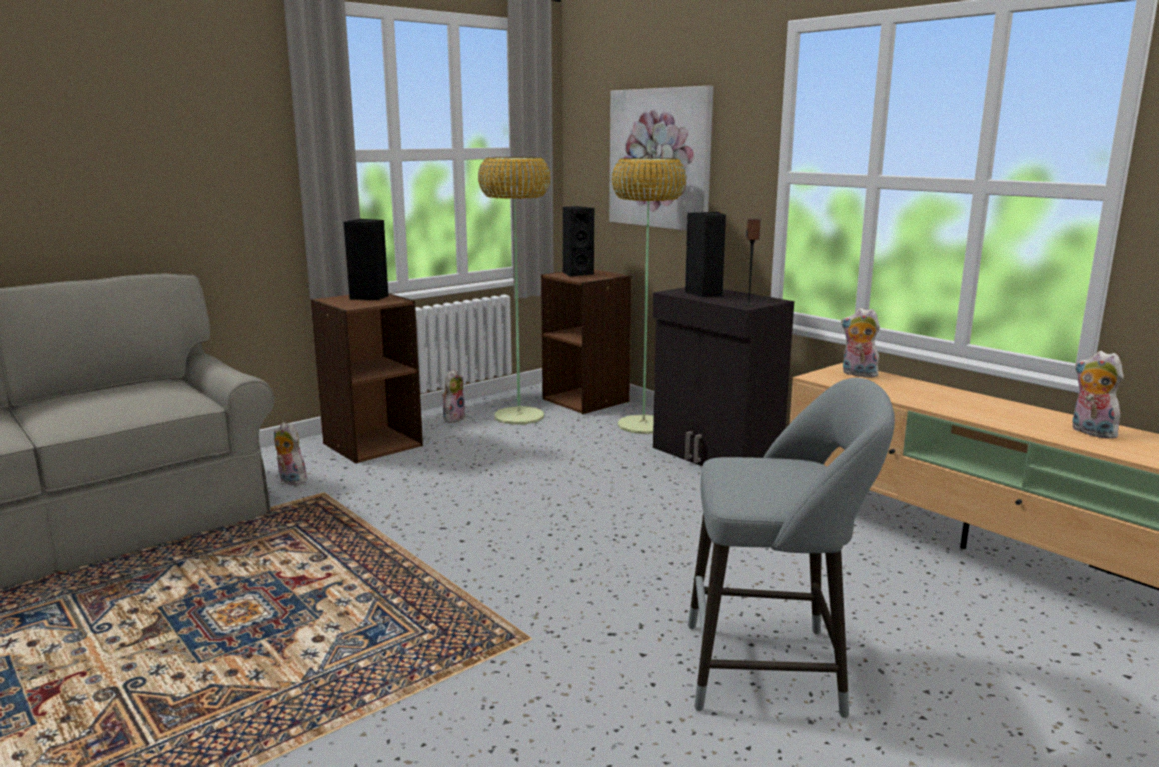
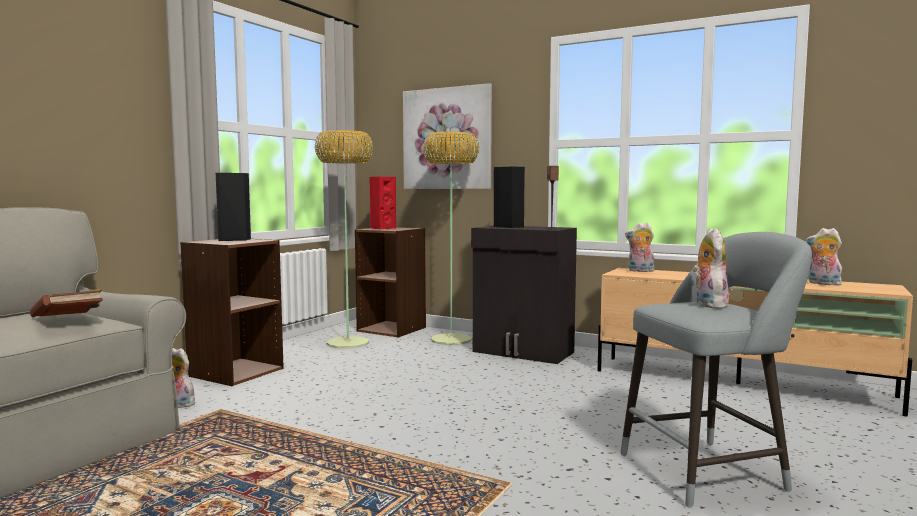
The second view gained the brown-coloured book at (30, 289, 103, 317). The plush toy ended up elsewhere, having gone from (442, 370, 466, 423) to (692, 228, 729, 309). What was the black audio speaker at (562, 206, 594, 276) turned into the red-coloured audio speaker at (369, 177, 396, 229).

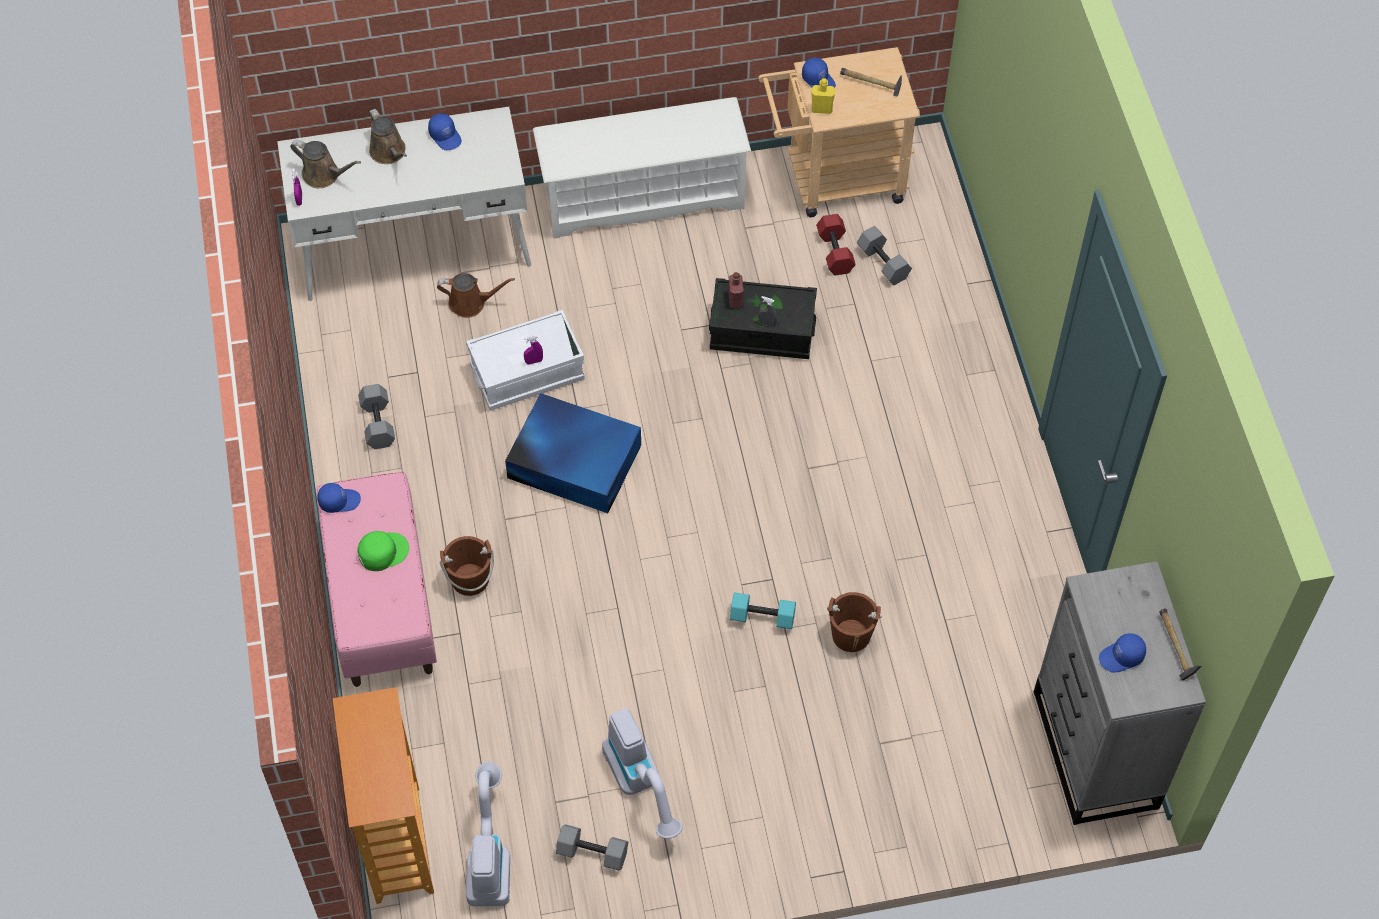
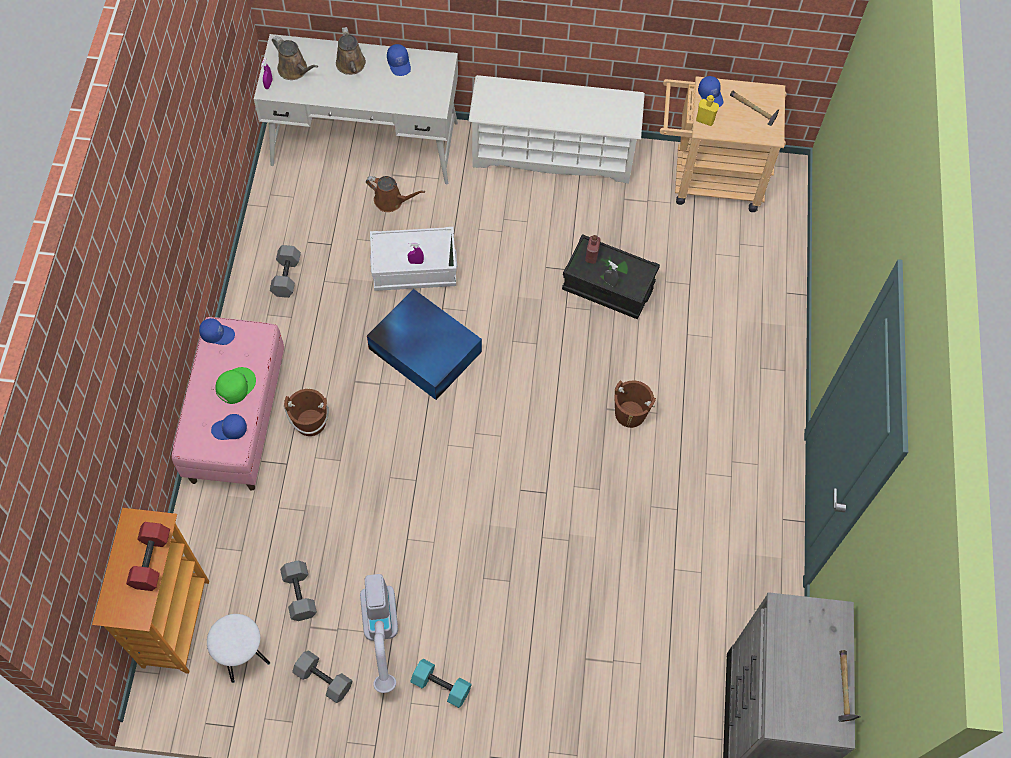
The blue-green dumbbell ended up elsewhere, having gone from (730, 592, 796, 629) to (410, 659, 472, 708). The red-coloured dumbbell ended up elsewhere, having gone from (816, 214, 856, 276) to (126, 522, 170, 591). The brown-coloured pail ended up elsewhere, having gone from (827, 592, 882, 652) to (614, 380, 656, 428). The grey dumbbell ended up elsewhere, having gone from (857, 226, 912, 285) to (280, 560, 317, 621). The blue baseball cap ended up elsewhere, having gone from (1099, 633, 1146, 673) to (211, 414, 247, 440). Where the vacuum cleaner stood at (466, 762, 510, 906), the white stool came to stand at (207, 614, 270, 683). The green-coloured baseball cap at (357, 531, 409, 571) ended up facing another way, 45 degrees counterclockwise from before.

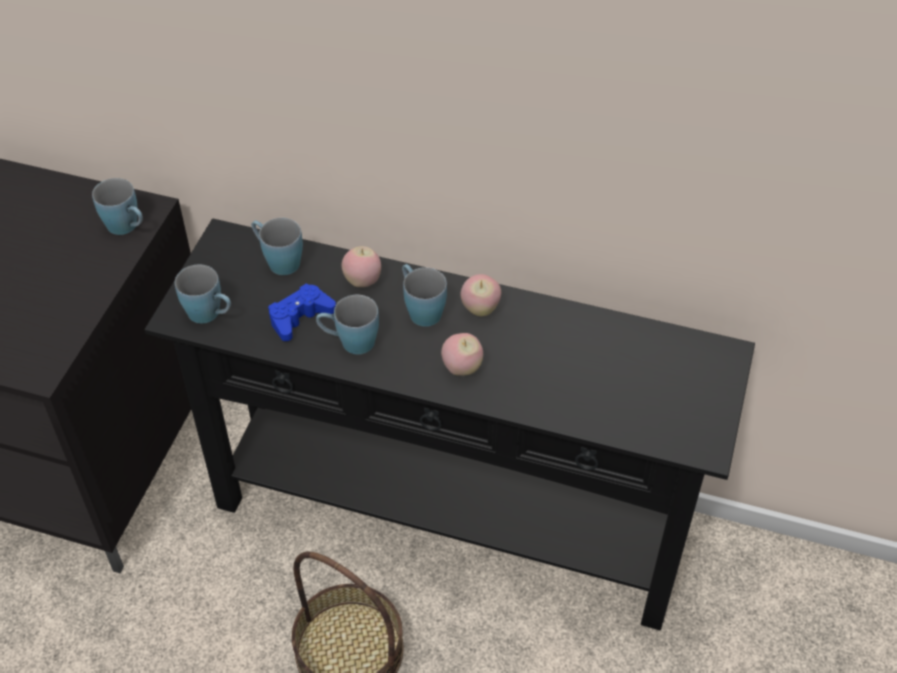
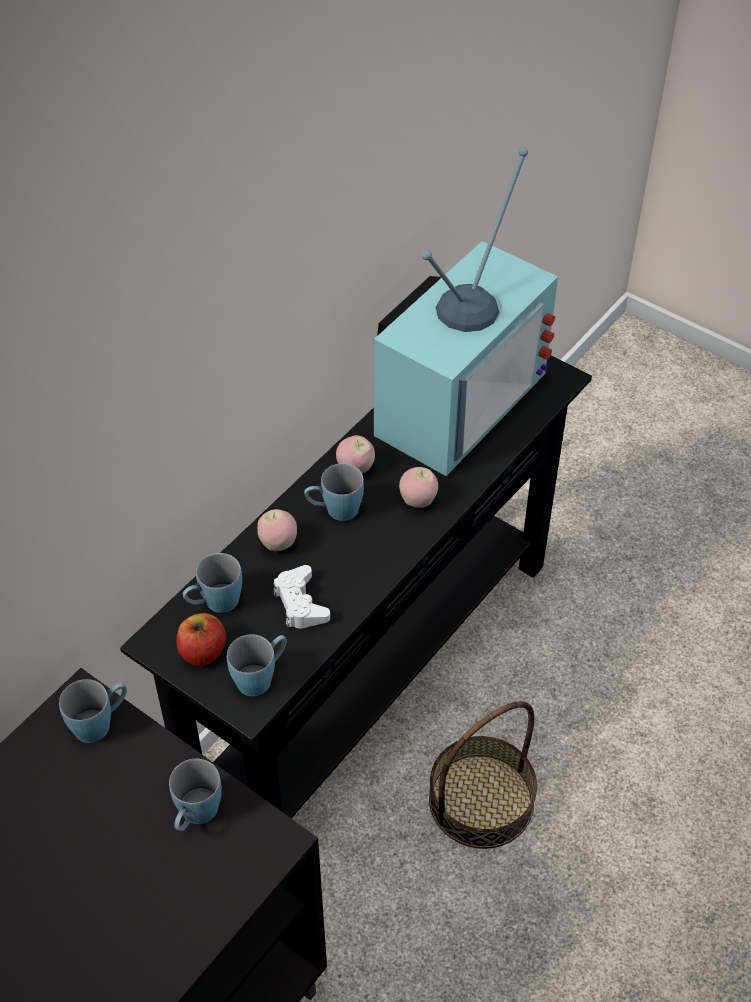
The second view gained the whole apple at (176, 613, 226, 666). The second view gained the TV at (374, 147, 558, 476). The blue coffee mug ended up elsewhere, having gone from (316, 295, 379, 355) to (169, 759, 222, 831). What was the blue gamepad at (268, 283, 336, 341) turned into the white gamepad at (273, 565, 330, 629).

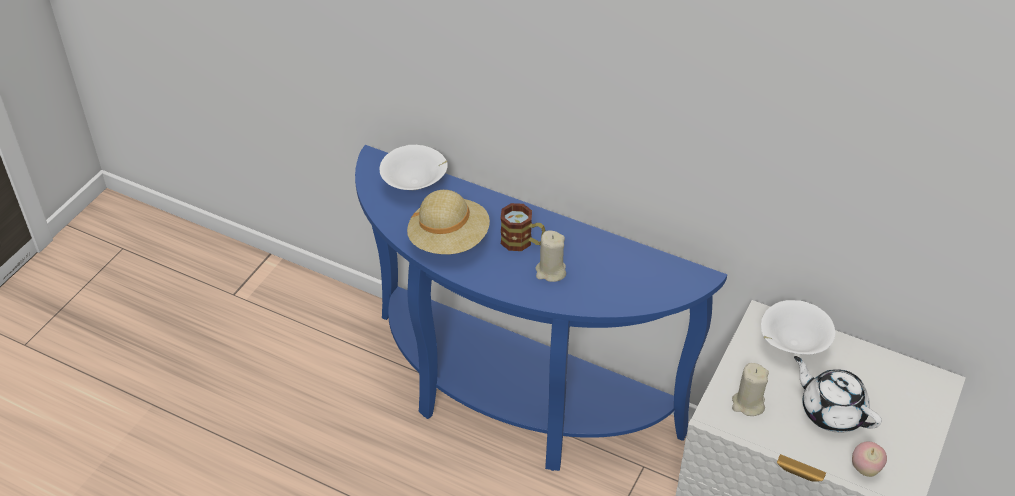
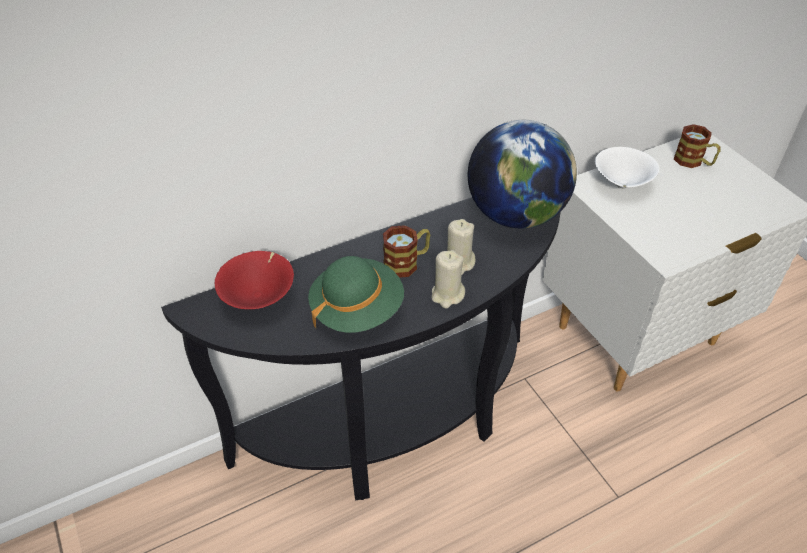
The second view lost the white teapot at (794, 356, 882, 433). The second view lost the whole apple at (852, 442, 887, 477). The second view gained the world globe at (468, 120, 577, 228). The second view gained the coffee mug at (674, 124, 720, 168). The beige wax light ended up elsewhere, having gone from (732, 363, 769, 416) to (432, 250, 465, 308). What was the blue narrow table at (355, 145, 727, 471) turned into the black narrow table at (161, 197, 561, 500). What was the white serving bowl at (380, 145, 448, 190) turned into the red-coloured serving bowl at (215, 251, 294, 309). What was the beige hat at (407, 190, 490, 254) turned into the green-coloured hat at (308, 256, 404, 333).

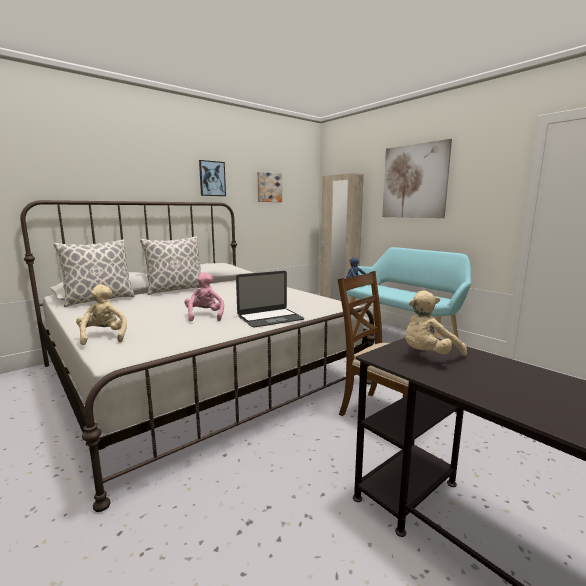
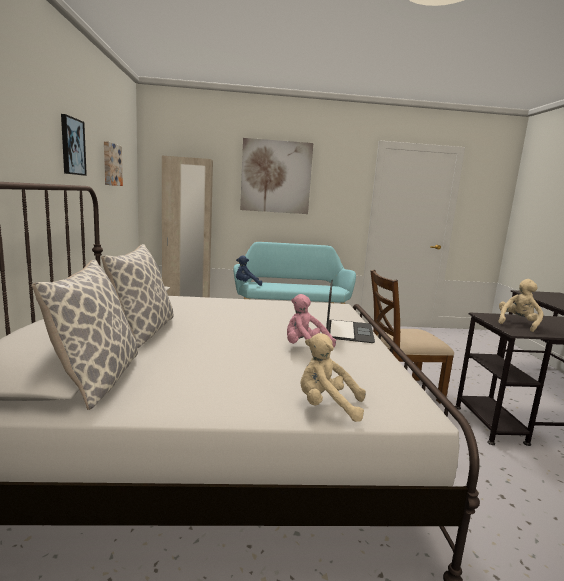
The beige plush toy at (405, 291, 467, 356) ended up facing another way, 150 degrees counterclockwise from before.

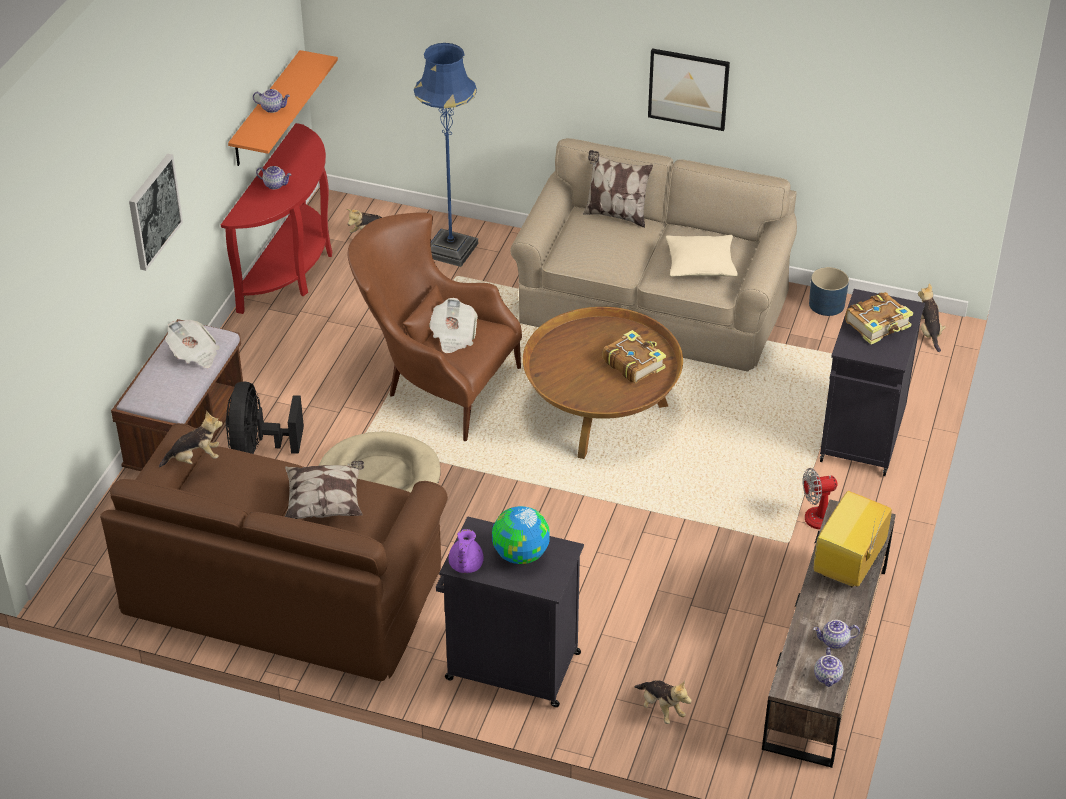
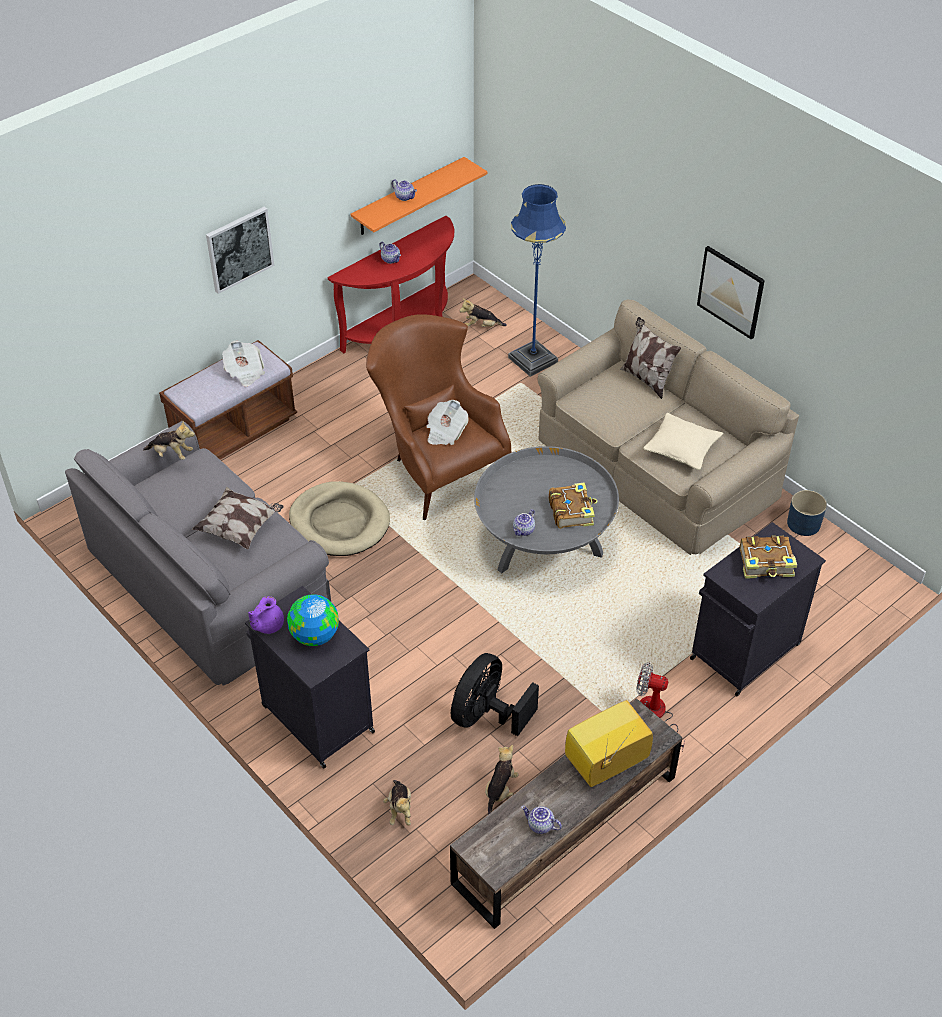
The black cooling fan ended up elsewhere, having gone from (226, 382, 304, 454) to (451, 653, 539, 736). The teapot ended up elsewhere, having gone from (814, 647, 843, 687) to (513, 509, 535, 536). The plush toy ended up elsewhere, having gone from (918, 283, 946, 352) to (485, 745, 519, 815). What was the brown-coloured settee at (100, 423, 448, 681) turned into the grey settee at (65, 421, 331, 685). What was the brown-coloured coffee table at (523, 307, 683, 459) turned into the grey coffee table at (474, 446, 619, 573).

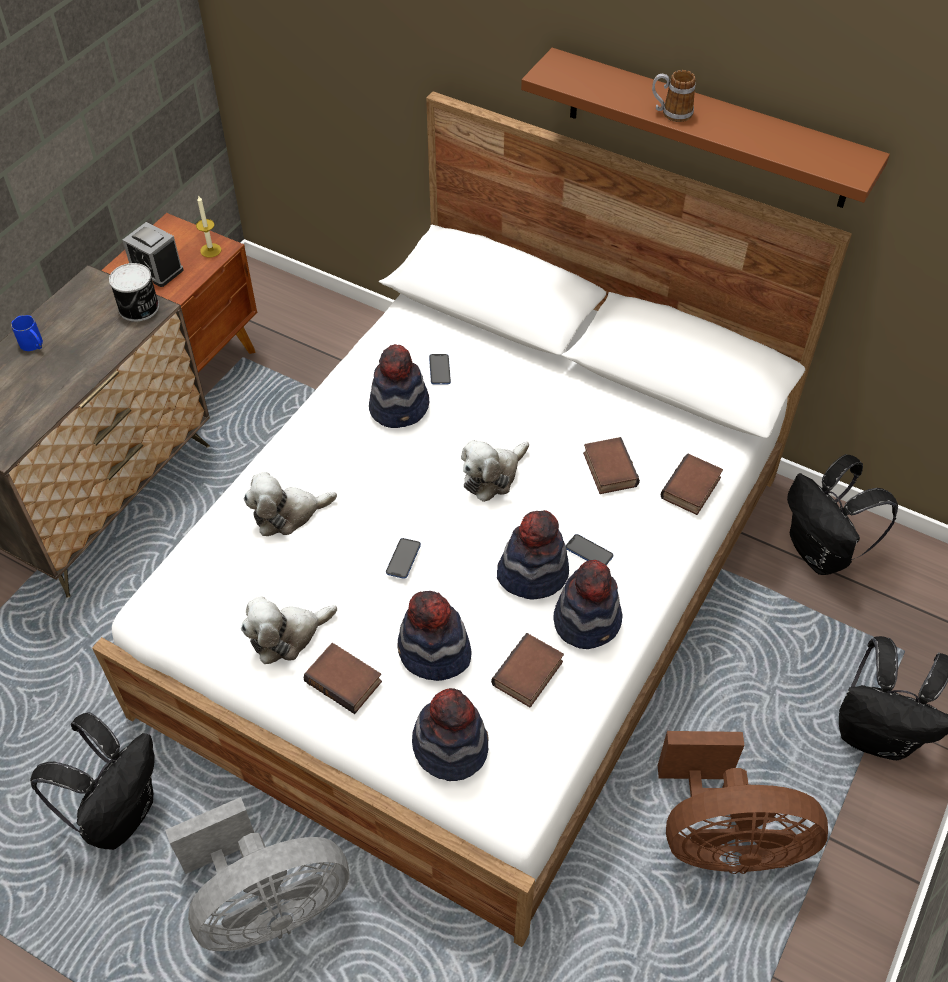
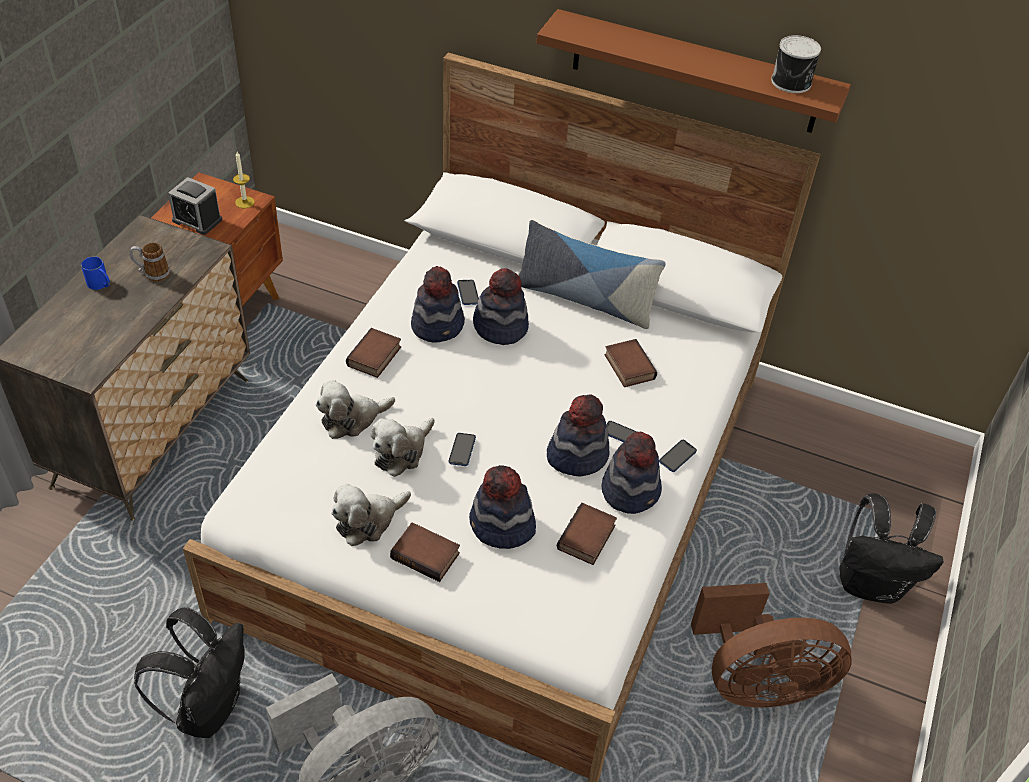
The second view lost the black backpack at (787, 454, 898, 575). The second view gained the throw pillow at (518, 220, 666, 329). The second view gained the phone at (659, 440, 697, 472). The can ended up elsewhere, having gone from (109, 263, 159, 322) to (771, 35, 821, 93). The hat ended up elsewhere, having gone from (412, 688, 489, 781) to (473, 268, 529, 345). The plush toy ended up elsewhere, having gone from (461, 440, 529, 502) to (370, 418, 435, 477). The coffee mug ended up elsewhere, having gone from (652, 70, 696, 122) to (129, 242, 170, 282). The book ended up elsewhere, having gone from (661, 453, 723, 515) to (346, 328, 401, 378).

